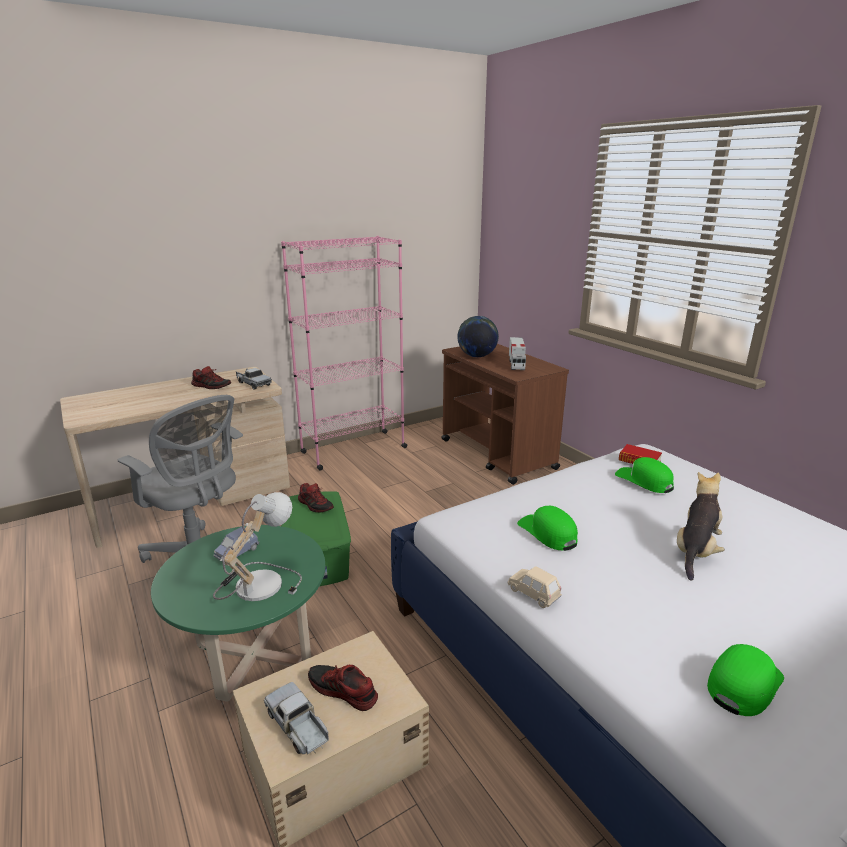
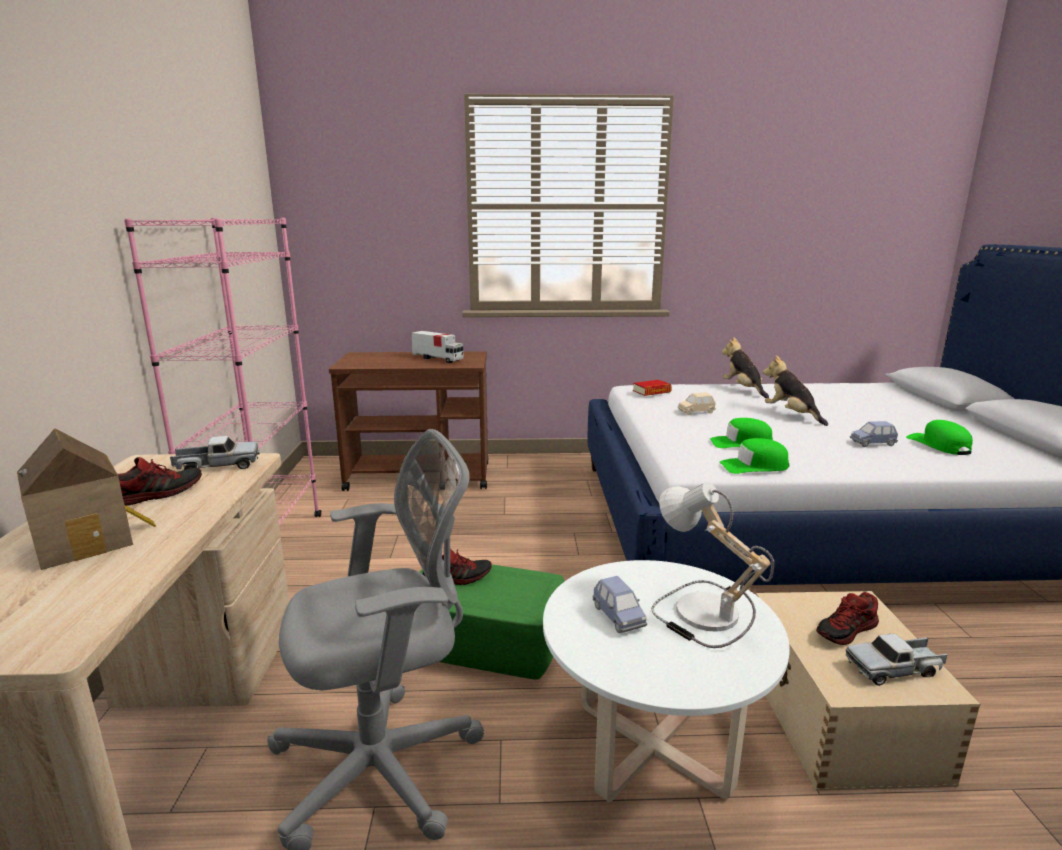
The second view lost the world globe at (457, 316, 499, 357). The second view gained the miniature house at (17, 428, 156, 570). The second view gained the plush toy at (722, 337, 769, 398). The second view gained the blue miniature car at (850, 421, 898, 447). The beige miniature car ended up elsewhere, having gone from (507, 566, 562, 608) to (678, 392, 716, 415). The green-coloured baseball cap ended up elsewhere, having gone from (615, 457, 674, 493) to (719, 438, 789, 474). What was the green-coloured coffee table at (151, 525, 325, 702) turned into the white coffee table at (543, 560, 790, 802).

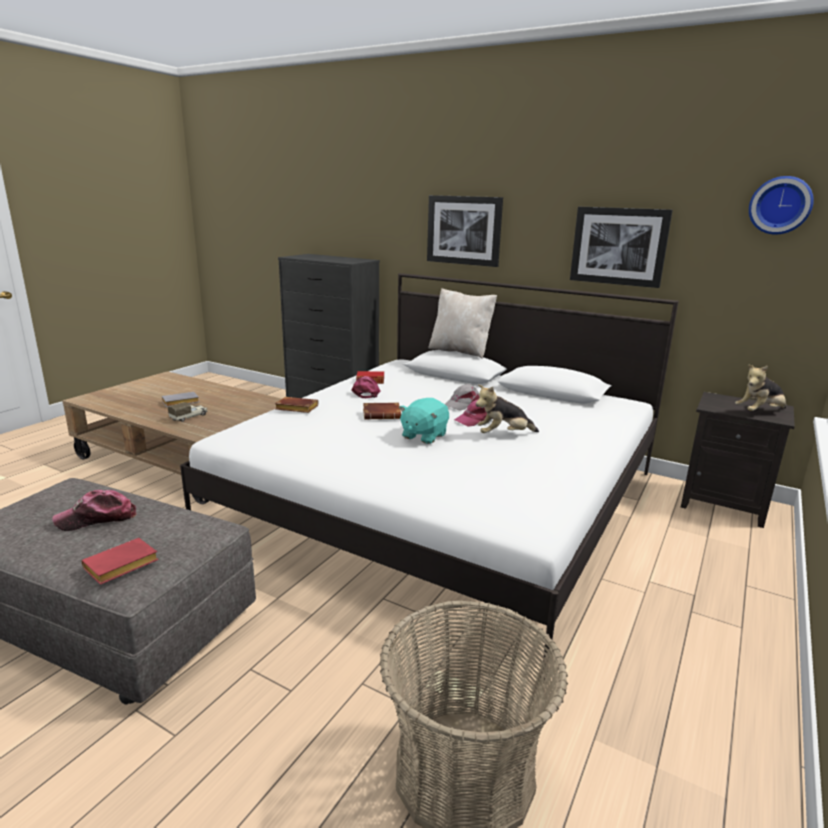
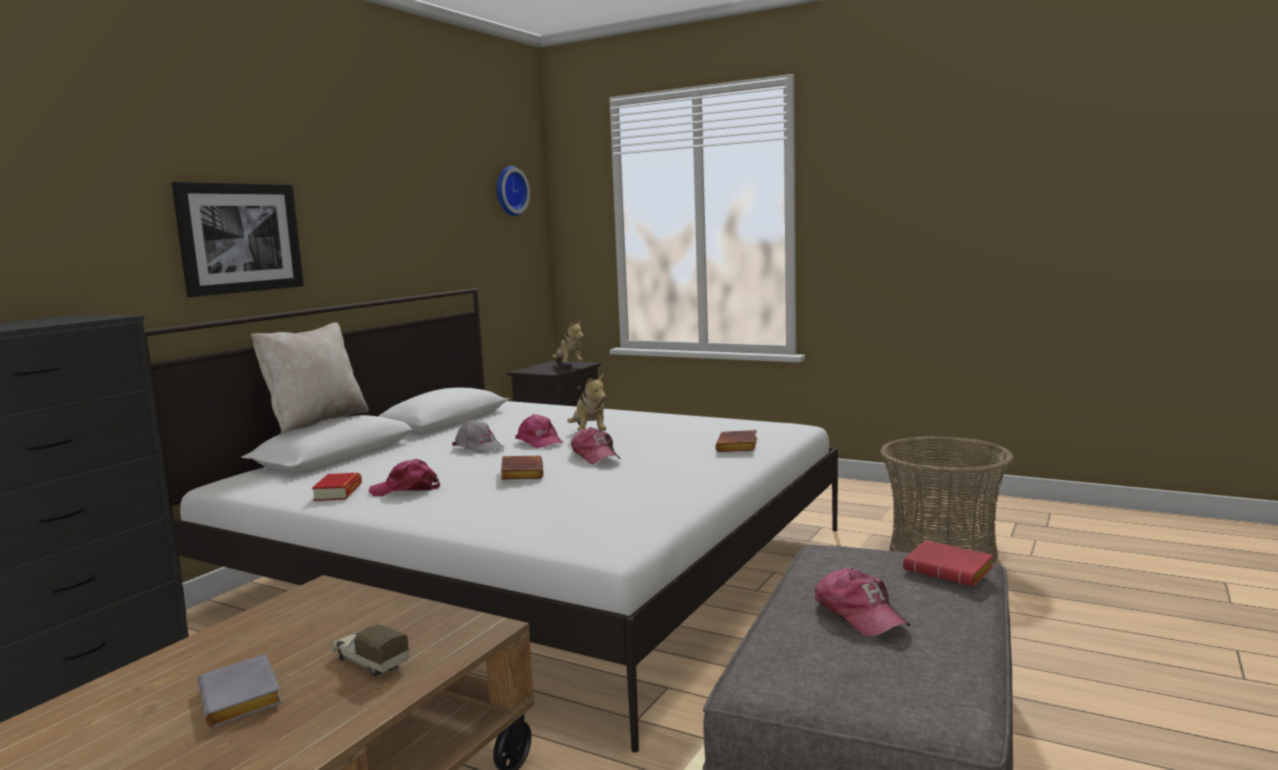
The second view lost the wall picture at (570, 207, 673, 288). The brown-coloured book ended up elsewhere, having gone from (275, 397, 318, 413) to (715, 430, 757, 452). Where the blue-green plush toy stood at (399, 398, 449, 444), the baseball cap came to stand at (571, 427, 621, 464).

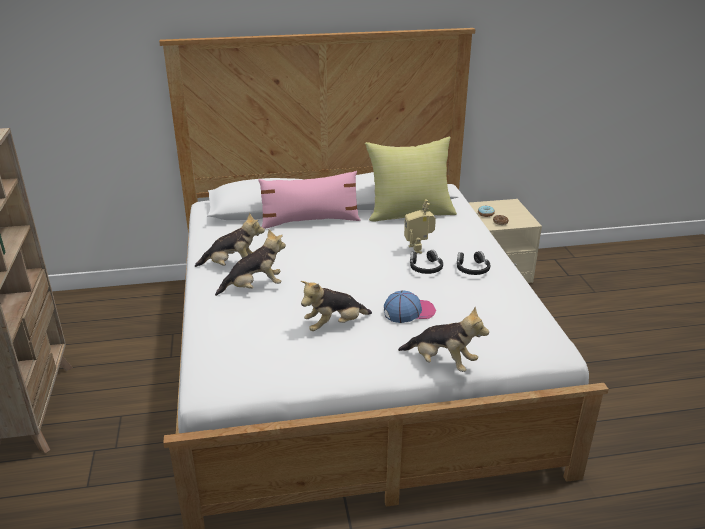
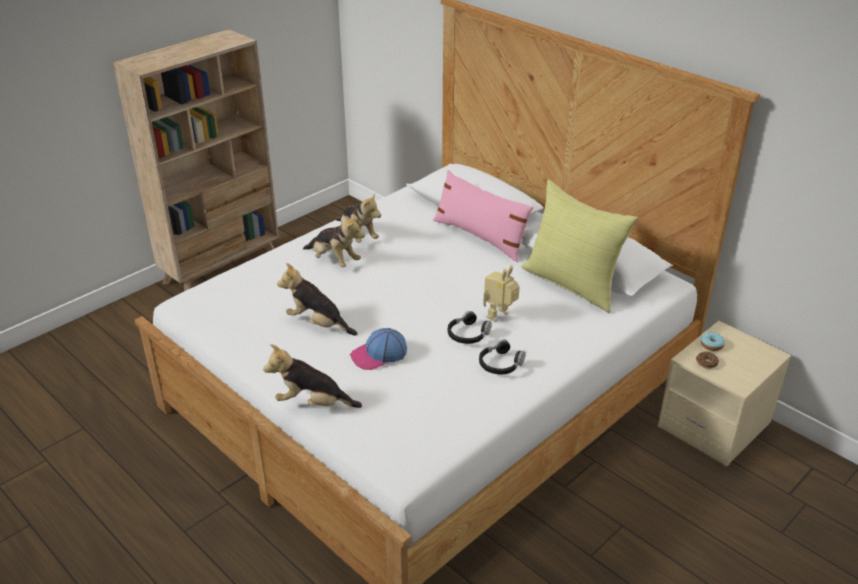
The baseball cap at (384, 290, 436, 323) ended up facing another way, 120 degrees clockwise from before. The plush toy at (398, 307, 489, 372) ended up facing another way, 105 degrees clockwise from before.

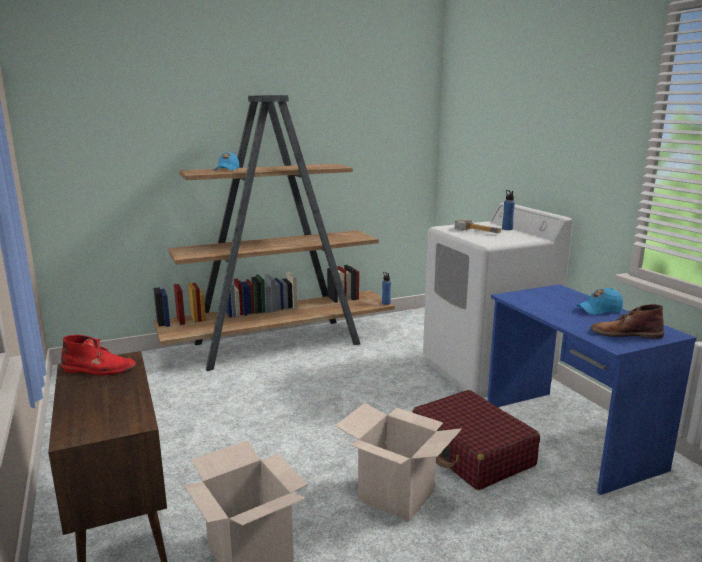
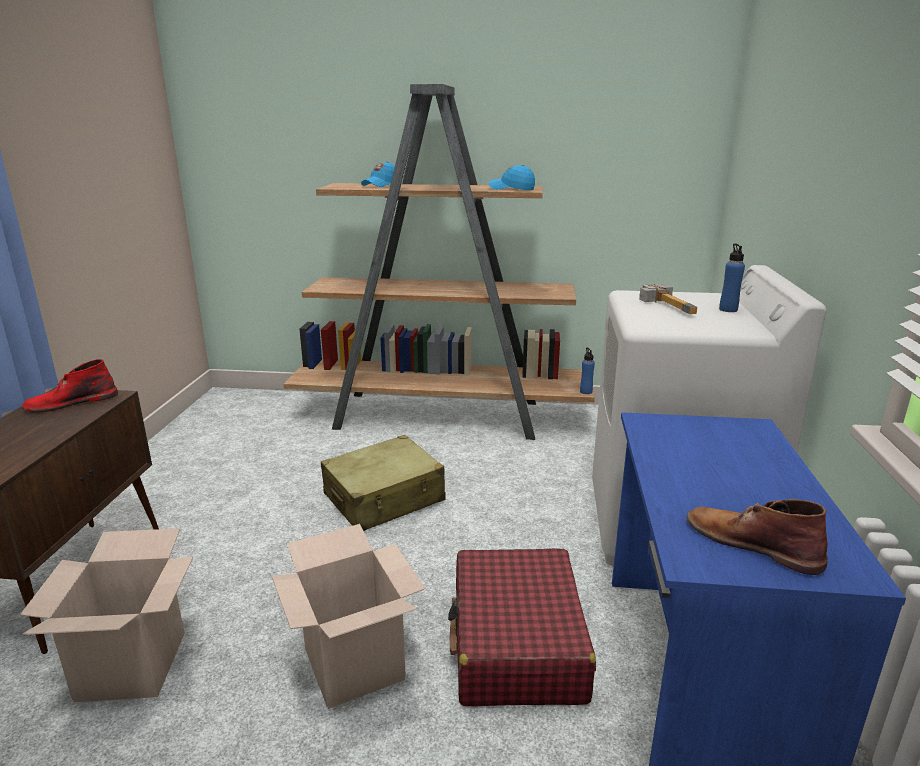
The second view gained the beige piece of luggage at (321, 435, 446, 531). The blue baseball cap ended up elsewhere, having gone from (576, 288, 623, 315) to (489, 165, 535, 190). The red-coloured high-top boot at (60, 335, 136, 375) ended up facing another way, 120 degrees clockwise from before.

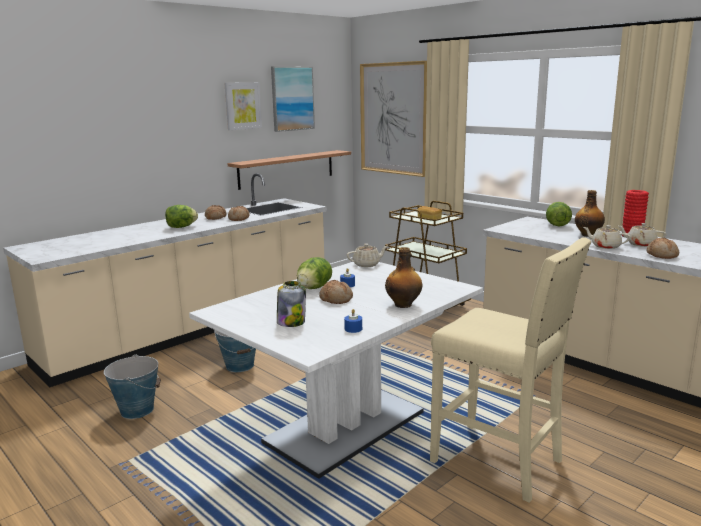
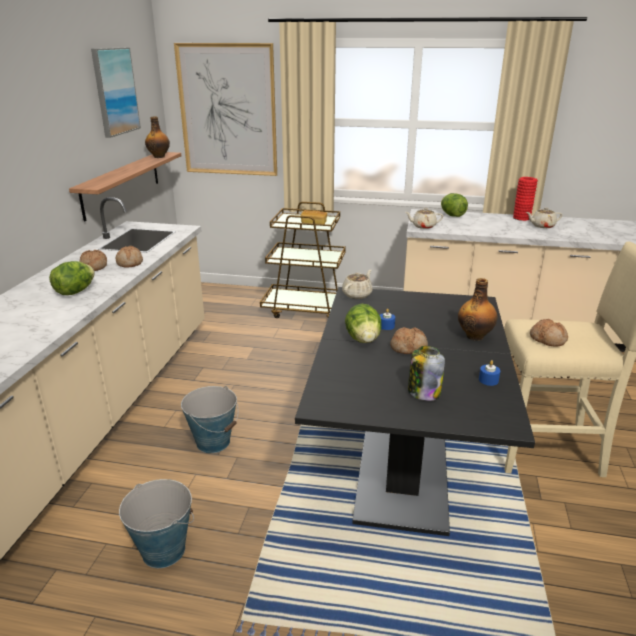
The second view lost the wall picture at (224, 82, 262, 130). The beverage bottle ended up elsewhere, having gone from (575, 190, 605, 237) to (145, 117, 170, 158). The beige teapot ended up elsewhere, having gone from (583, 225, 630, 249) to (405, 208, 443, 229). The bakery bread ended up elsewhere, having gone from (646, 238, 679, 259) to (530, 319, 568, 347). What was the white dinner table at (189, 262, 483, 479) turned into the black dinner table at (295, 287, 535, 536).

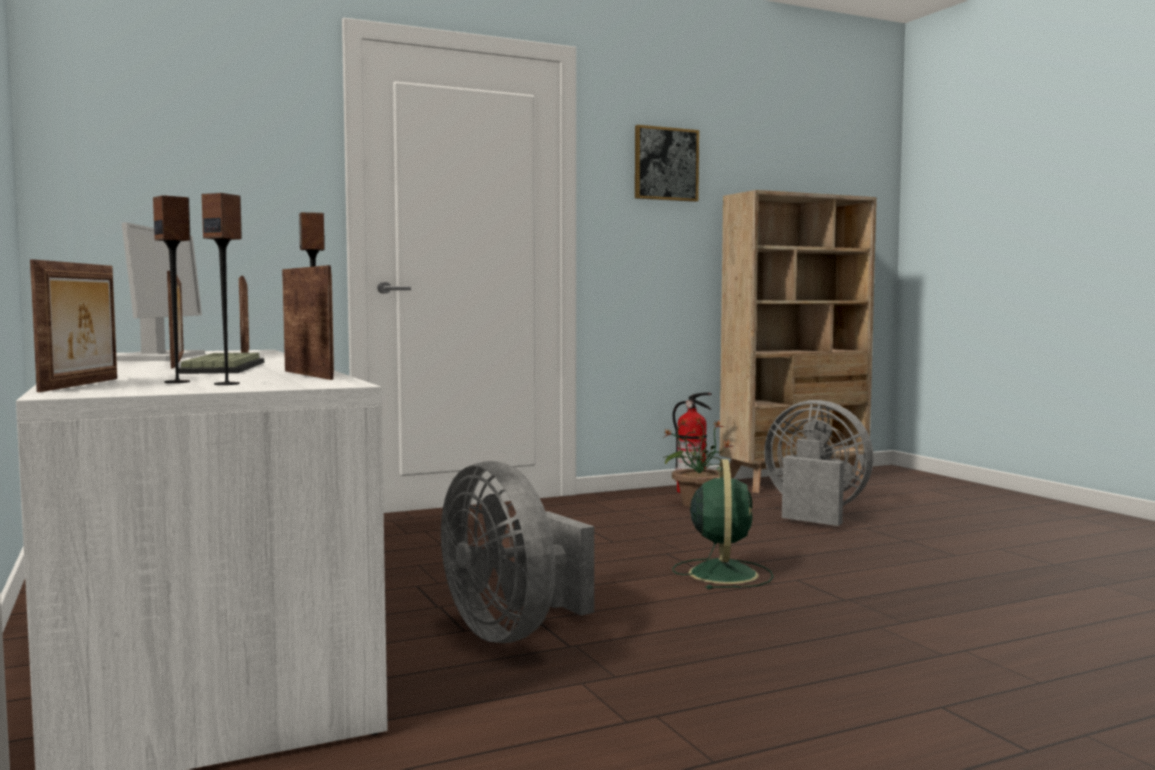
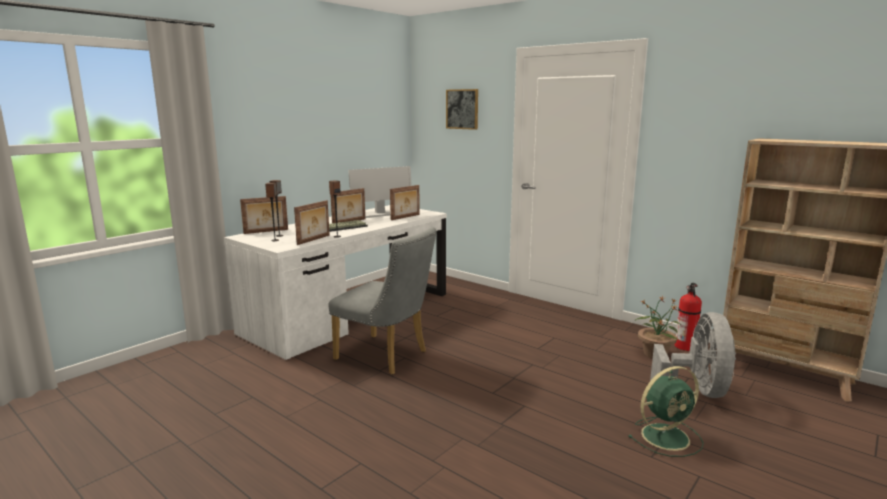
The wall picture ended up elsewhere, having gone from (635, 125, 699, 202) to (446, 89, 478, 130). The green-coloured cooling fan ended up elsewhere, having gone from (673, 459, 773, 589) to (628, 366, 704, 457). Where the grey cooling fan stood at (441, 461, 594, 643), the grey upright chair came to stand at (328, 227, 437, 375).

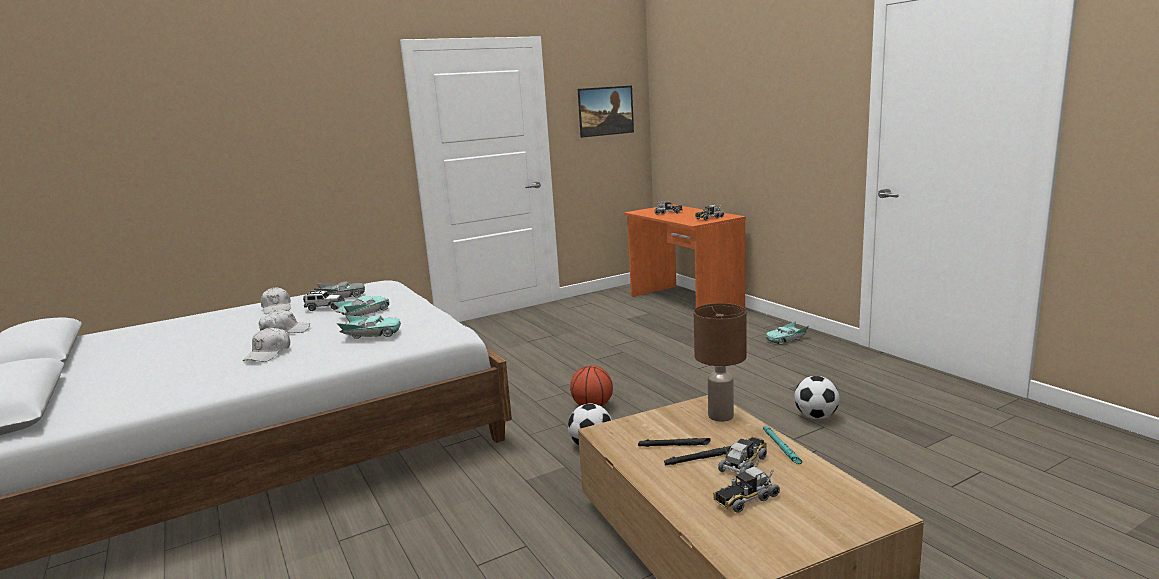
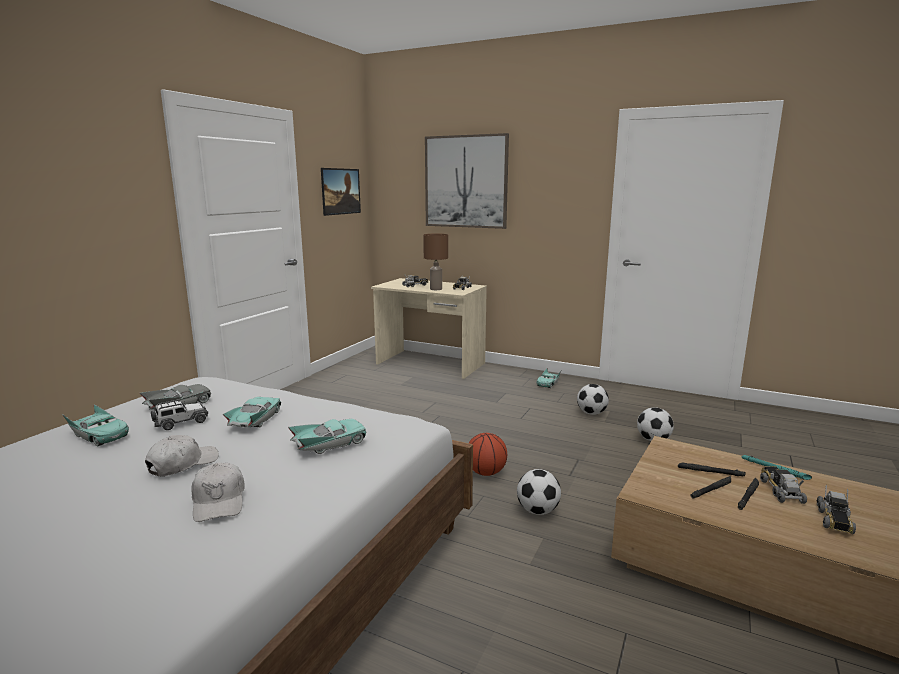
The second view gained the wall picture at (425, 133, 509, 229). The second view gained the ball for football at (577, 384, 609, 415). The second view gained the black hand torch at (678, 463, 746, 476). The brown-coloured tabletop lamp ended up elsewhere, having gone from (694, 303, 746, 422) to (423, 234, 448, 290). Where the white baseball cap stood at (261, 287, 291, 314), the blue-green miniature car came to stand at (62, 404, 129, 446). What was the orange-coloured desk table at (624, 204, 746, 308) turned into the beige desk table at (371, 278, 487, 379).

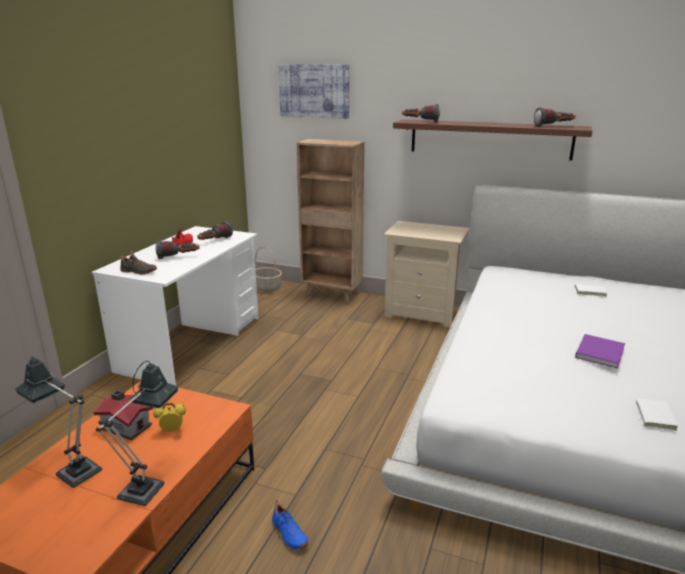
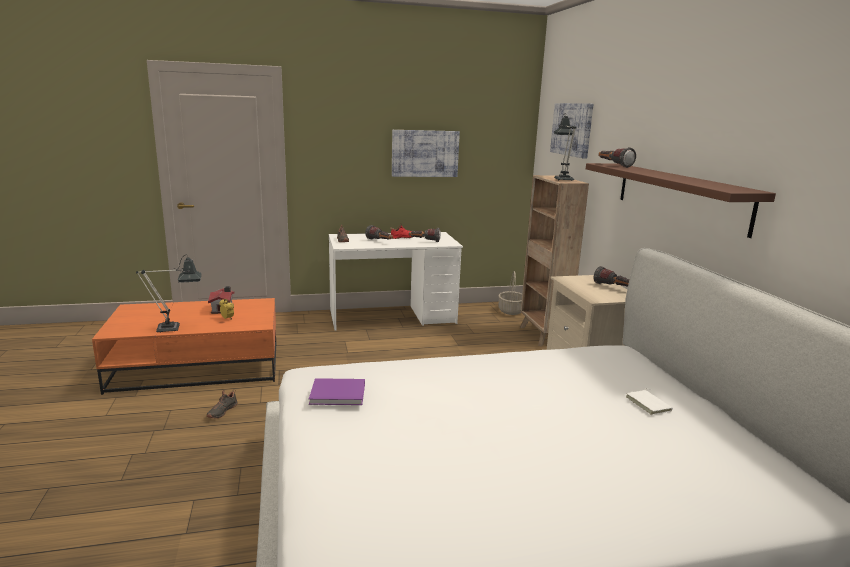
The second view lost the white book at (634, 399, 678, 431). The second view gained the wall picture at (392, 130, 460, 177). The tabletop lamp ended up elsewhere, having gone from (15, 356, 102, 488) to (554, 115, 577, 181). The hand torch ended up elsewhere, having gone from (534, 107, 575, 127) to (594, 266, 629, 287). The purplish book ended up elsewhere, having gone from (575, 334, 625, 368) to (309, 378, 365, 405). What was the blue low shoe at (272, 500, 308, 550) turned into the black low shoe at (207, 389, 238, 419).

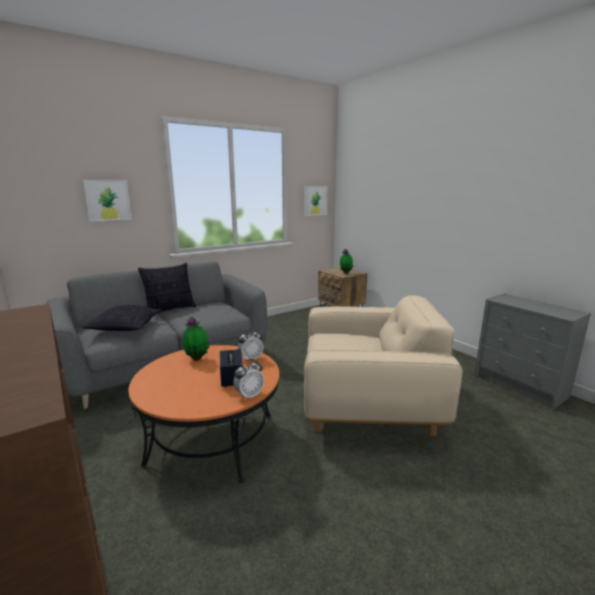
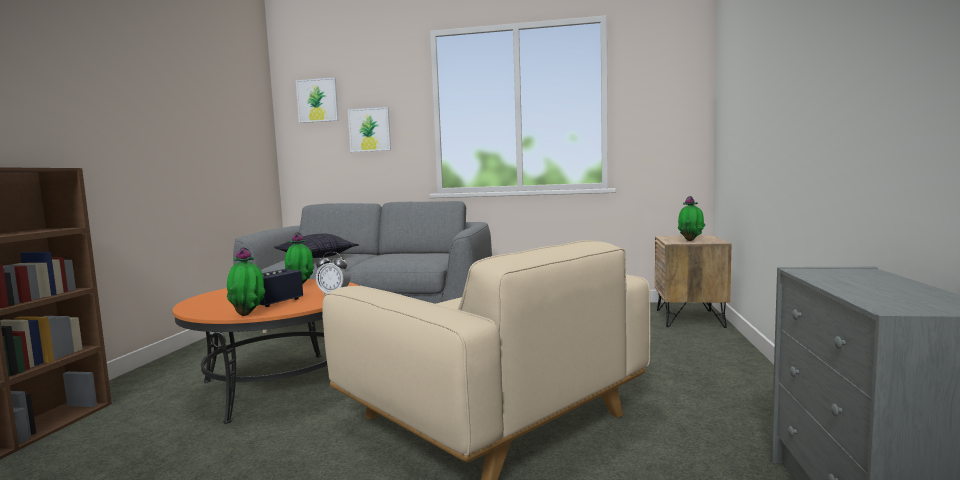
The second view lost the throw pillow at (138, 263, 196, 312). The wall picture ended up elsewhere, having gone from (304, 187, 327, 216) to (296, 77, 339, 123). Where the alarm clock stood at (233, 359, 264, 401), the potted plant came to stand at (227, 247, 265, 316).

